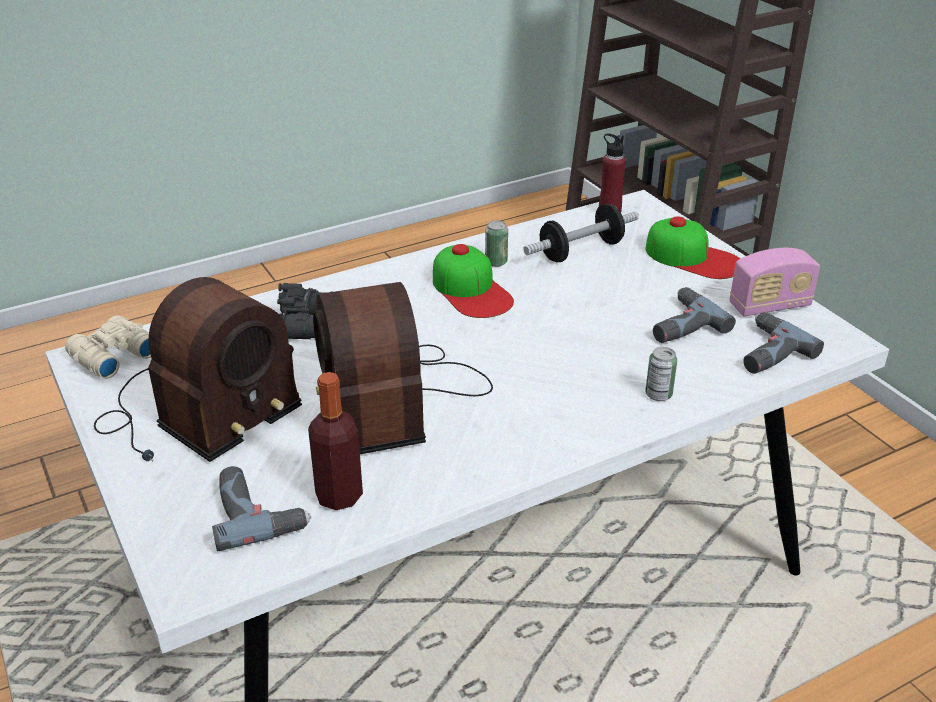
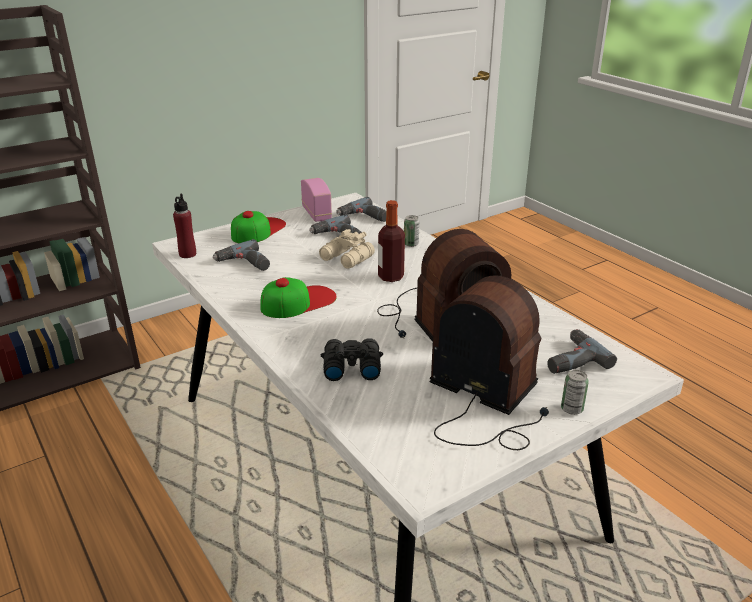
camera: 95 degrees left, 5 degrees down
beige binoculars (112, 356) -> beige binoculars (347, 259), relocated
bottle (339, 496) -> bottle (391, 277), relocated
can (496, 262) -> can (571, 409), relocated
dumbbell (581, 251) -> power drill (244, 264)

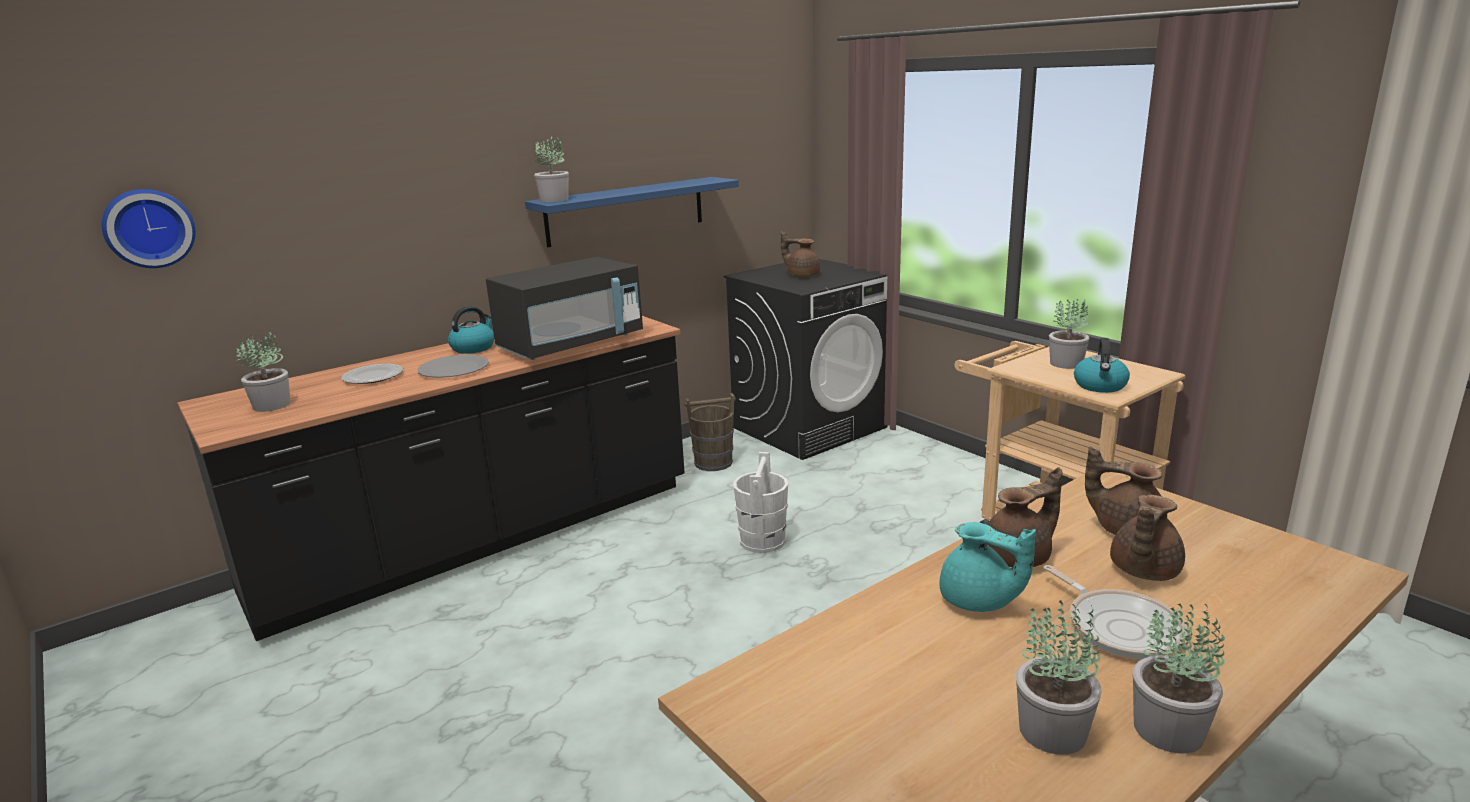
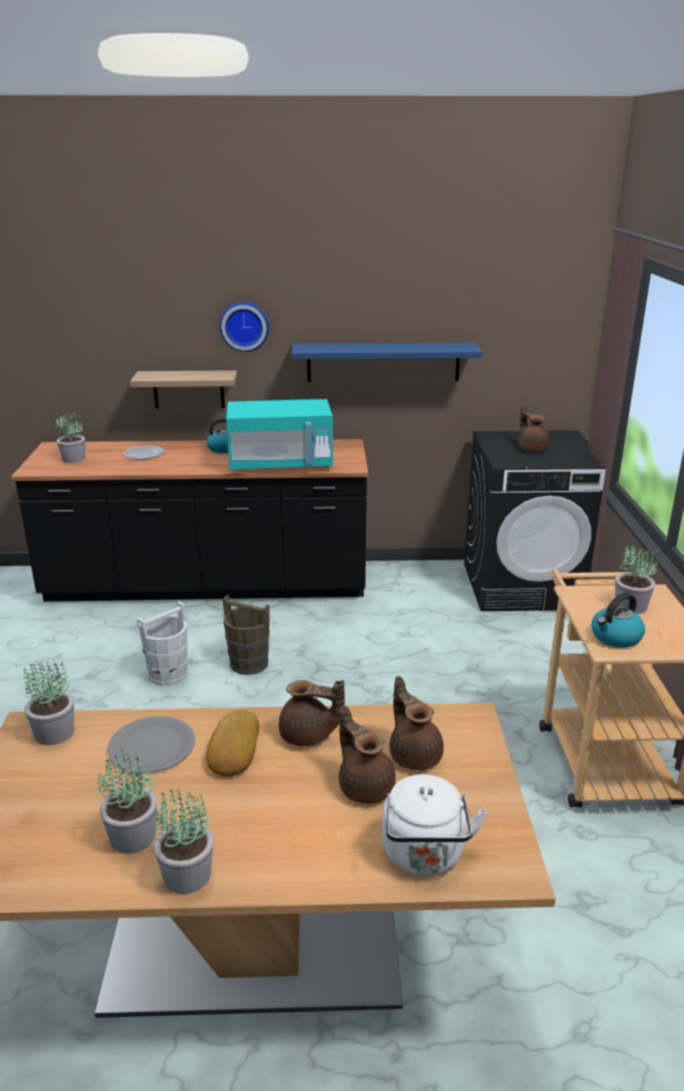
camera: 35 degrees right, 5 degrees up
wall clock (149, 228) -> wall clock (244, 326), relocated
grey plate (453, 369) -> grey plate (152, 746), relocated
black microwave (571, 344) -> turquoise microwave (281, 464)
potted plant (555, 200) -> potted plant (55, 733), relocated
brown bucket (713, 463) -> brown bucket (249, 663), relocated
white bucket (762, 540) -> white bucket (168, 673), relocated
turquoise teapot (978, 602) -> bread (232, 749)
frying pan (1119, 626) -> none
brown teapot (1142, 571) -> brown teapot (365, 786), 75 degrees clockwise
none -> shelf (188, 389)
none -> white kettle (424, 856)

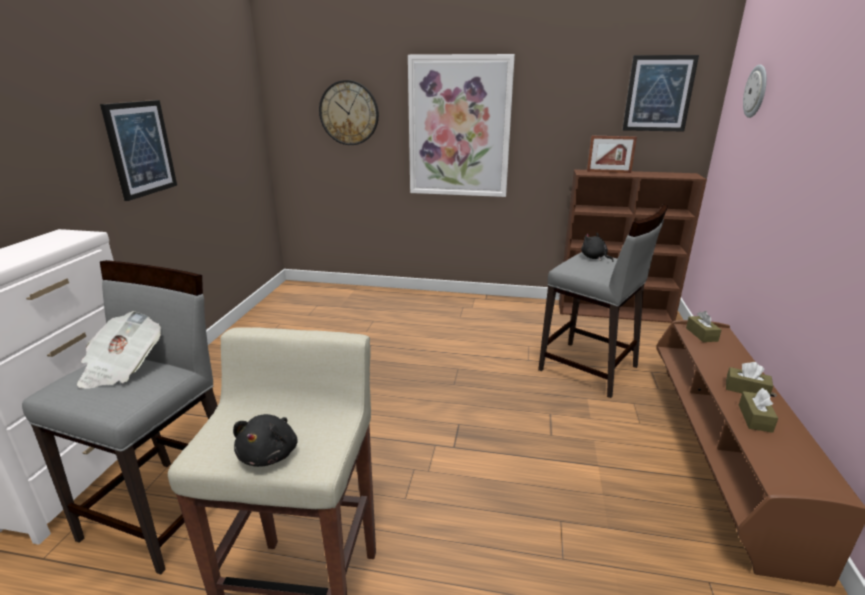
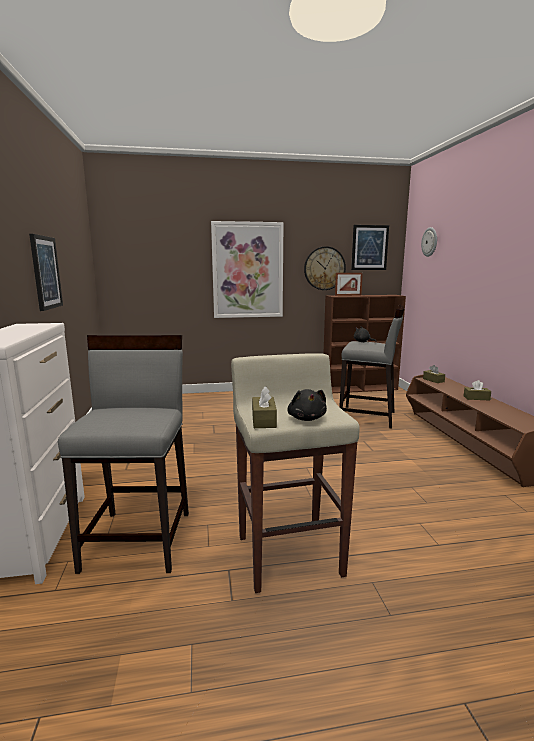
camera: 20 degrees left, 10 degrees down
newspaper (122, 368) -> none
wall clock (349, 113) -> wall clock (324, 268), relocated
brown tissue box (755, 418) -> brown tissue box (264, 420), relocated

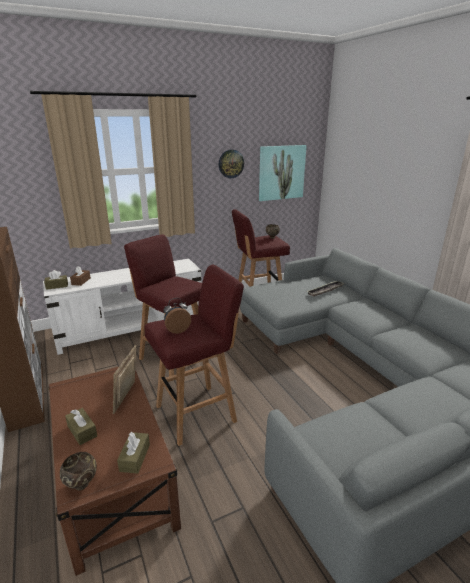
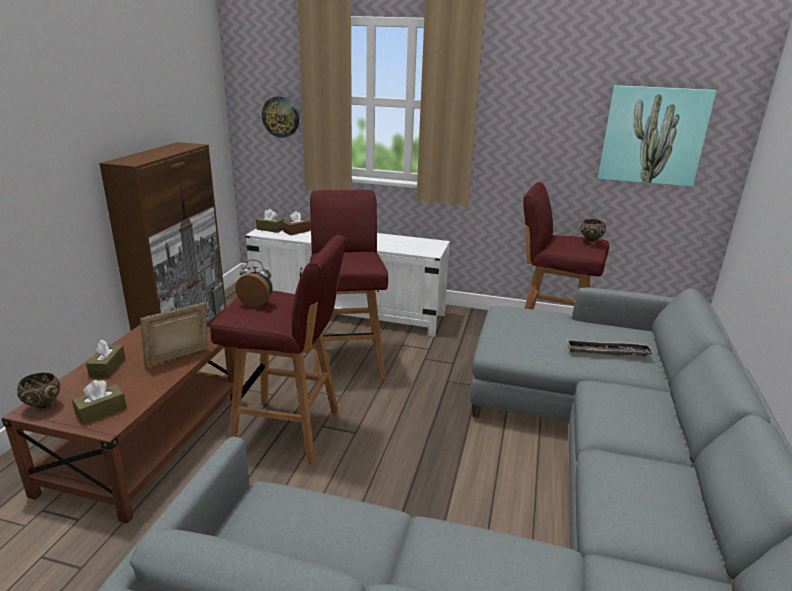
camera: 40 degrees right, 0 degrees up
wall clock (231, 163) -> wall clock (281, 117), relocated

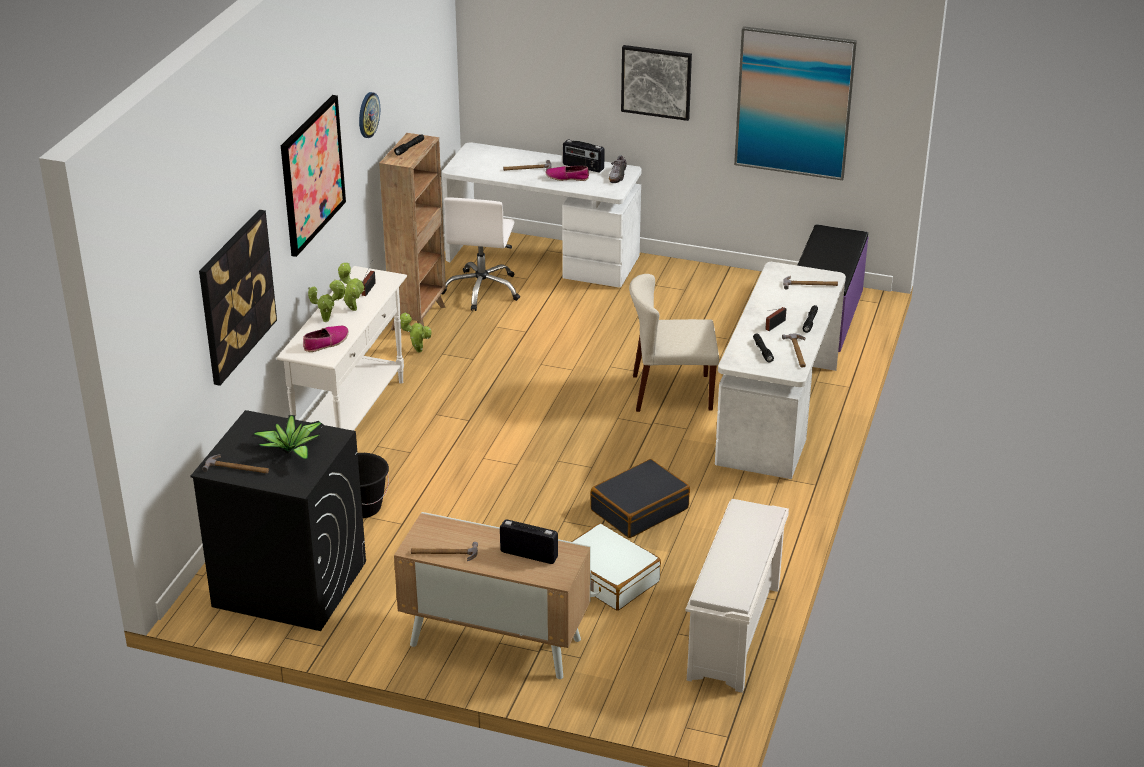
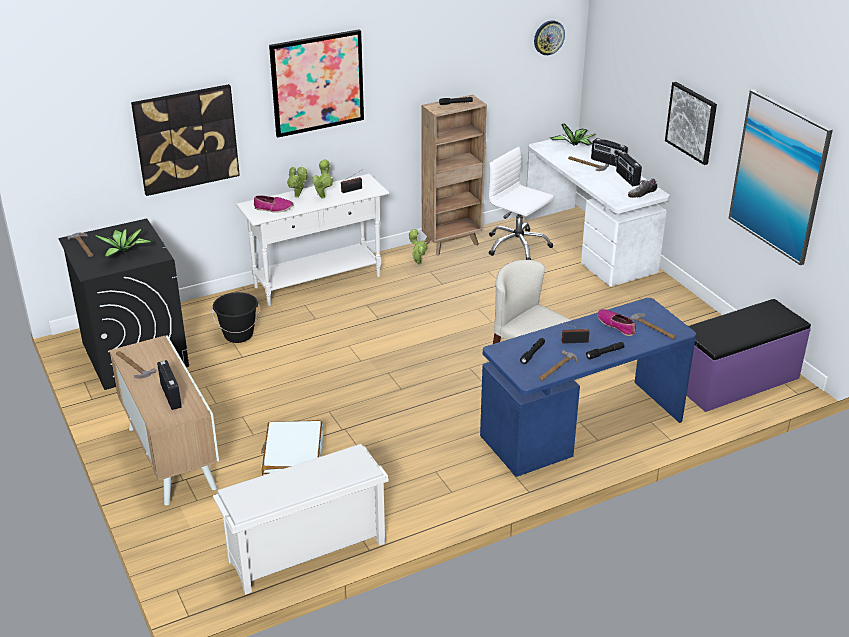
camera: 45 degrees right, 0 degrees up
wall clock (368, 115) -> wall clock (548, 37), relocated
white office chair (482, 290) -> white office chair (517, 246), 75 degrees clockwise
shoe (567, 177) -> shoe (616, 325), relocated
black suitcase (639, 509) -> none
white desk (778, 415) -> blue desk (582, 428)
none -> potted plant (574, 145)
none -> radio (608, 162)

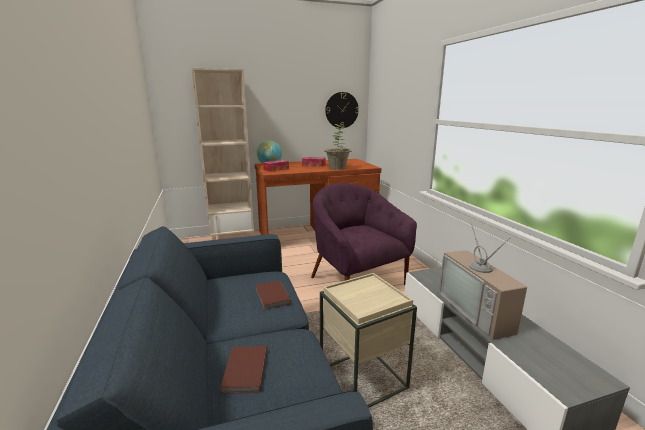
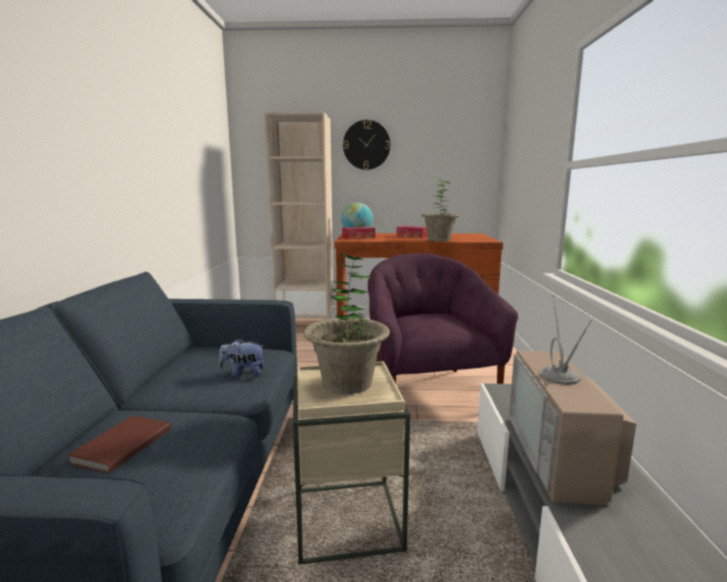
camera: 20 degrees right, 5 degrees down
brown book (271, 296) -> plush toy (243, 373)
wall clock (341, 110) -> wall clock (366, 145), relocated
none -> potted plant (347, 383)

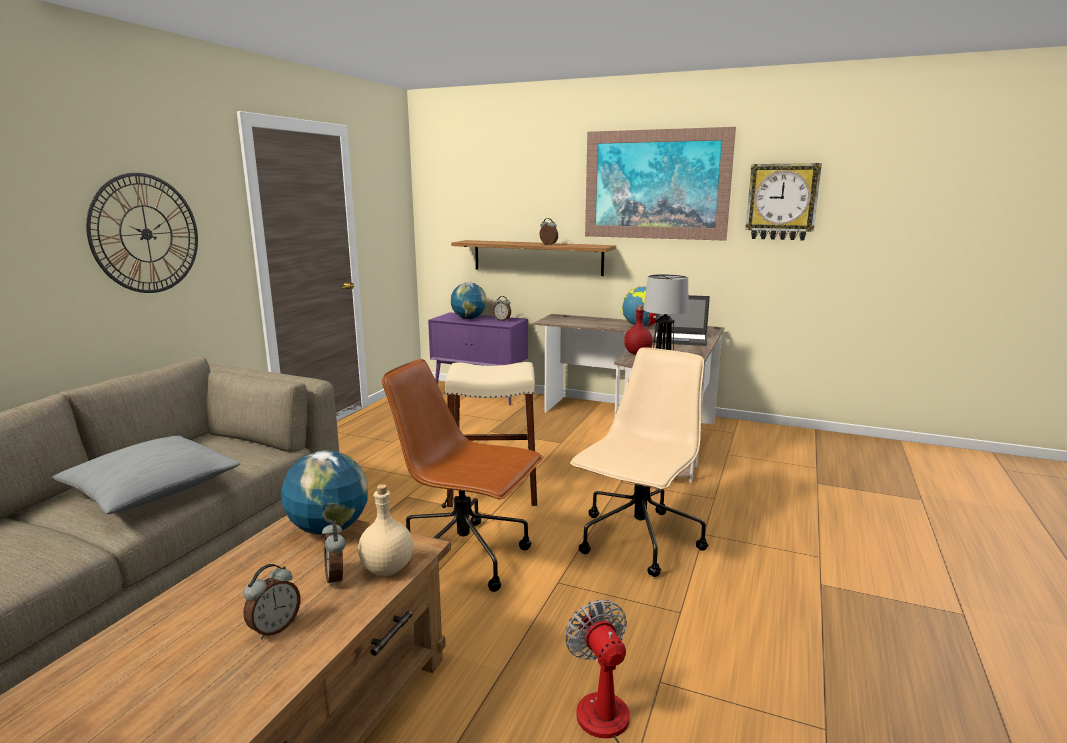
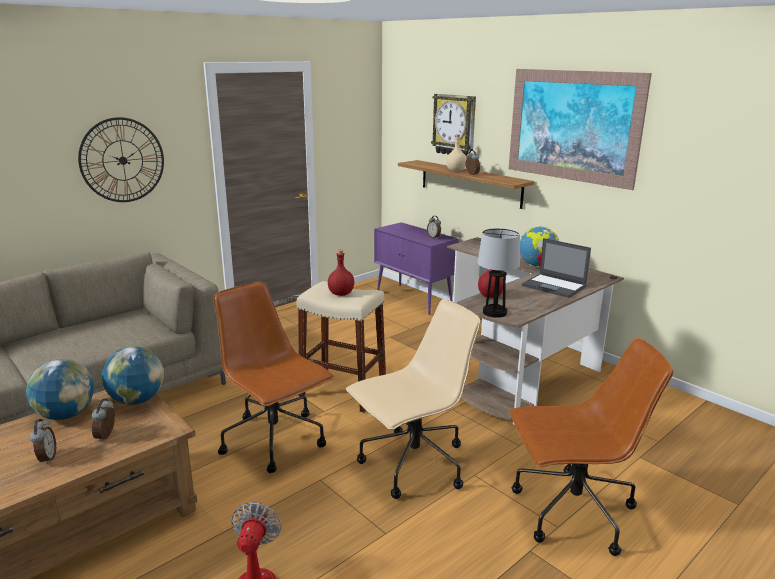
camera: 25 degrees right, 5 degrees up
grey pillow (151, 490) -> none
alarm clock (274, 628) -> alarm clock (47, 458), 75 degrees counterclockwise
beige bottle (388, 569) -> beige bottle (456, 171), relocated
globe (469, 318) -> globe (66, 414), relocated
wall clock (782, 202) -> wall clock (454, 125), relocated
none -> red bottle (341, 294)
none -> brown office chair (571, 512)

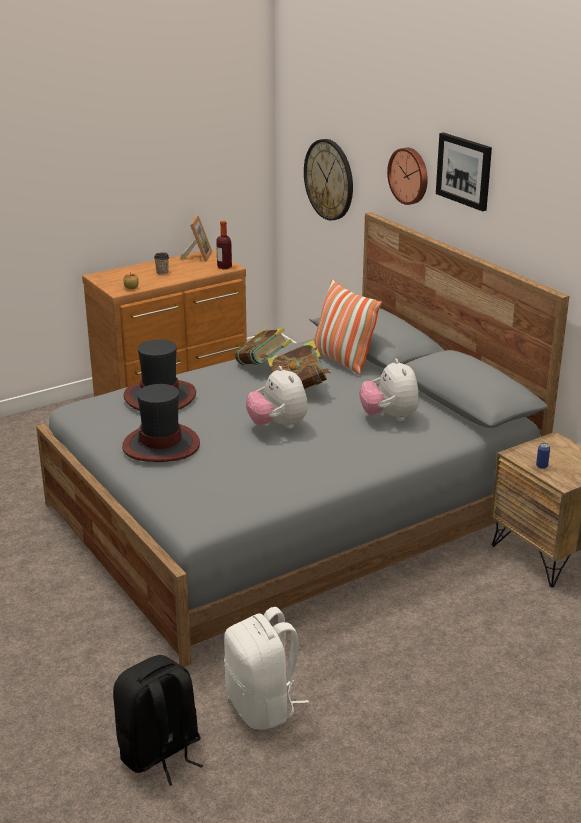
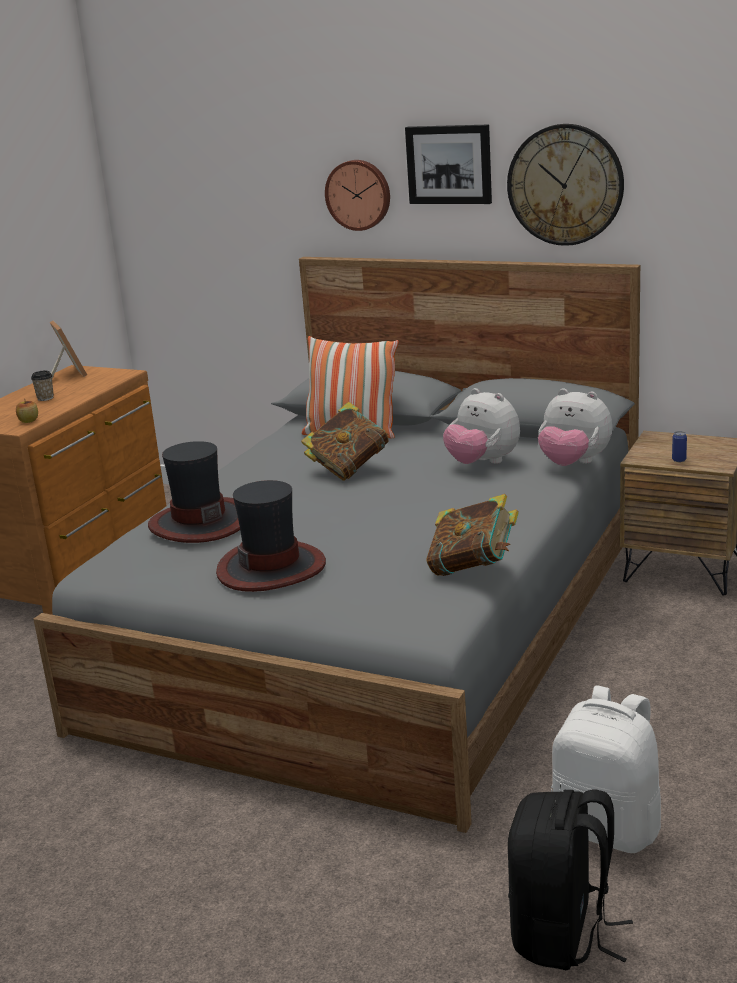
camera: 30 degrees left, 5 degrees down
bottle (224, 267) -> none
book (262, 366) -> book (474, 568), relocated
plush toy (277, 425) -> plush toy (573, 464), relocated
wall clock (329, 179) -> wall clock (565, 185), relocated

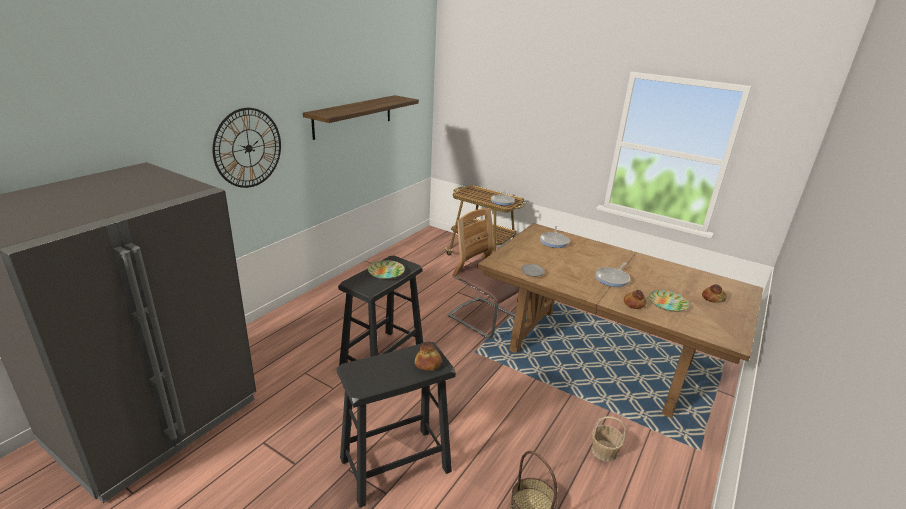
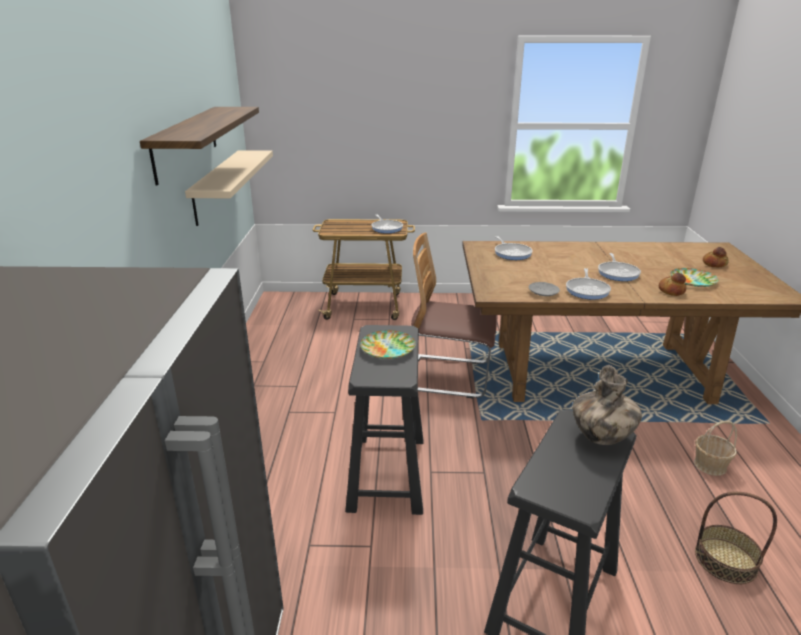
camera: 30 degrees left, 0 degrees up
wall clock (248, 148) -> none
bread (427, 363) -> vase (601, 437)
none -> beige shelf (217, 185)
none -> frying pan (587, 290)

